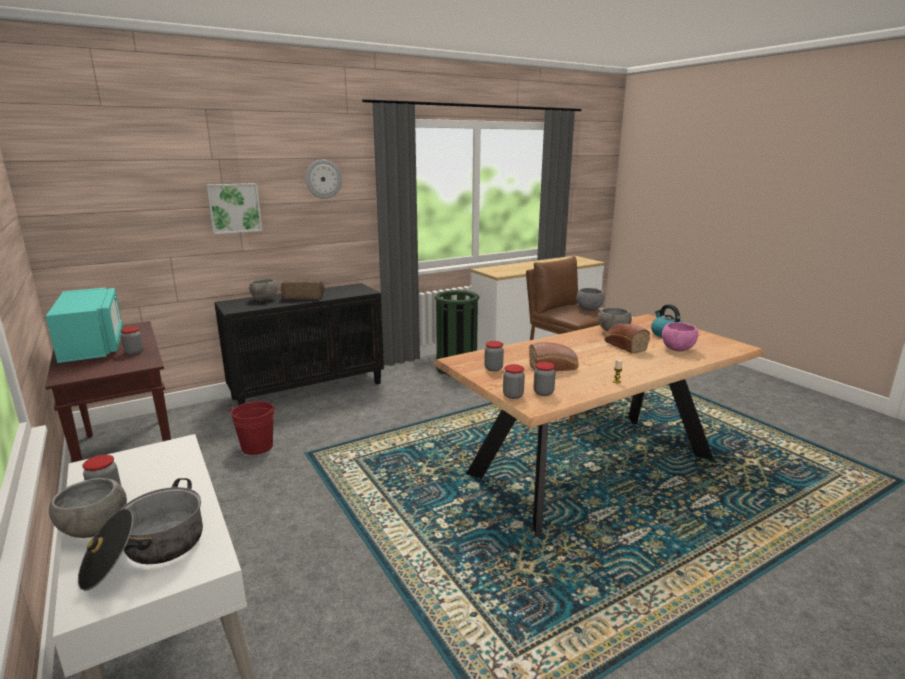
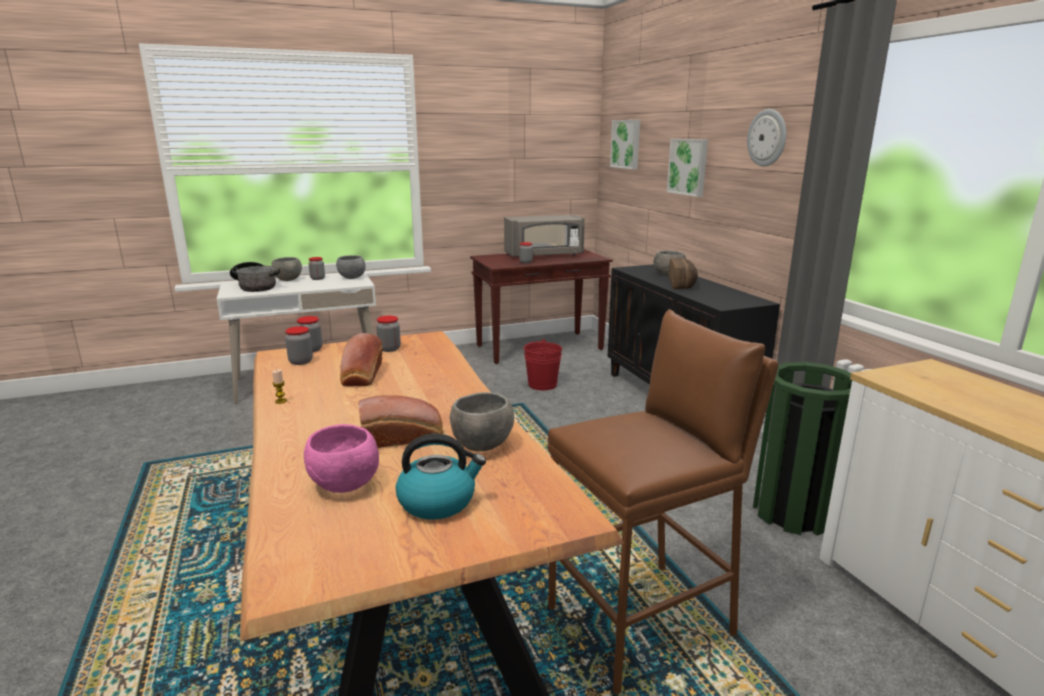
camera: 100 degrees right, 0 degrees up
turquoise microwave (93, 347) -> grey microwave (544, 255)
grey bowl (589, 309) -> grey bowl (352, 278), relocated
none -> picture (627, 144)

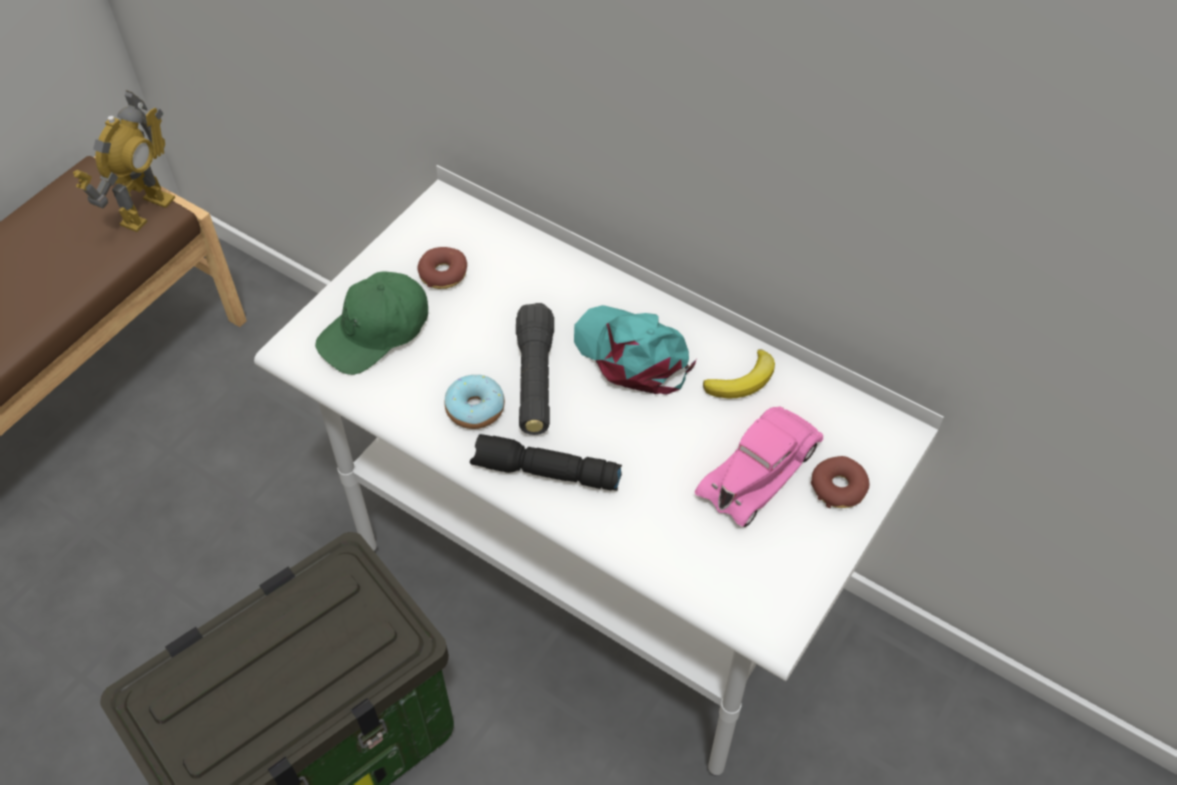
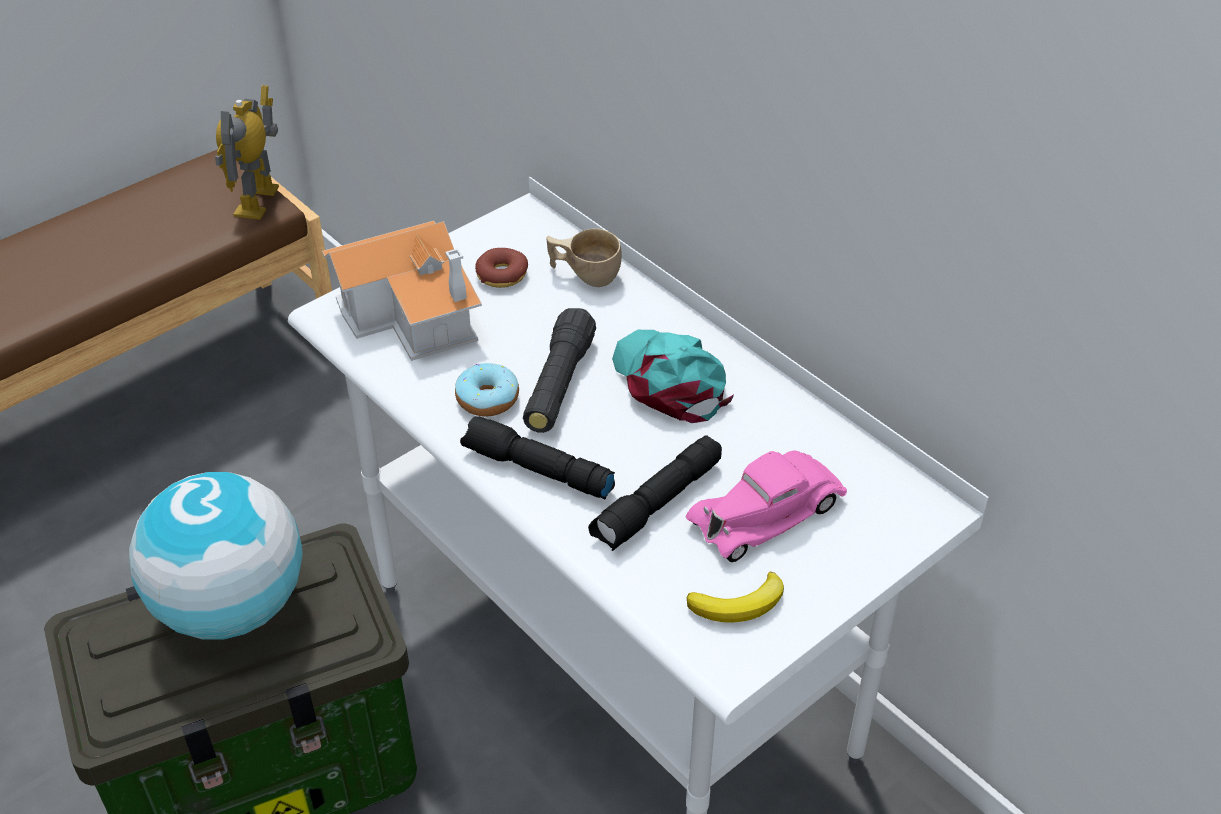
camera: 15 degrees right, 10 degrees down
toy robot (146, 210) -> toy robot (258, 201), 150 degrees clockwise
green cap (375, 332) -> toy house (414, 313)
banana (743, 380) -> banana (739, 604), relocated
donut (838, 487) -> none
none -> globe (232, 607)
none -> beige cup (584, 274)
none -> black flashlight (658, 504)

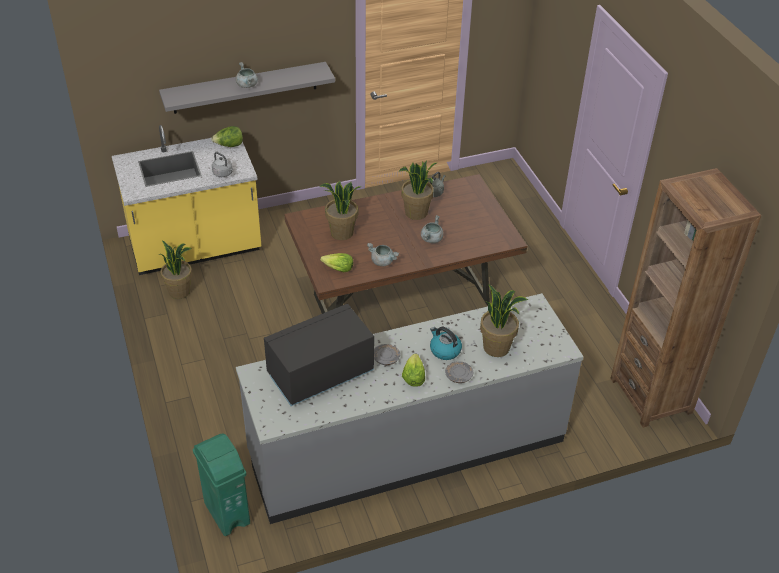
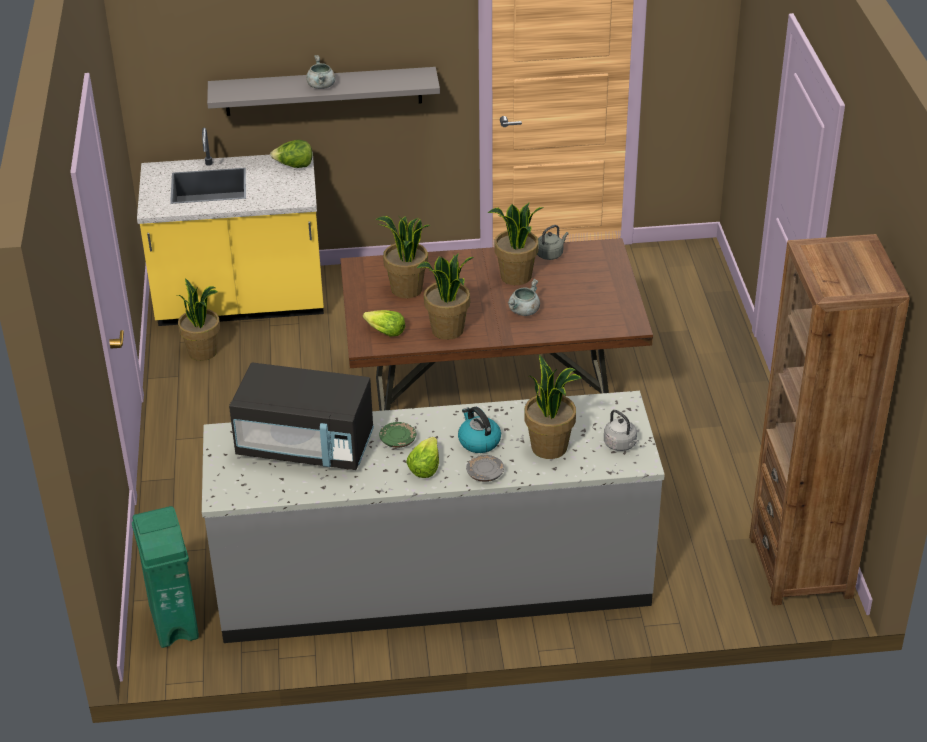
camera: 15 degrees right, 5 degrees down
grey kettle (223, 174) -> grey kettle (621, 445), relocated
black microwave (320, 373) -> black microwave (306, 446), 150 degrees counterclockwise
grey cooking pot (383, 261) -> potted plant (447, 330)
grey plate (386, 358) -> green plate (398, 440)

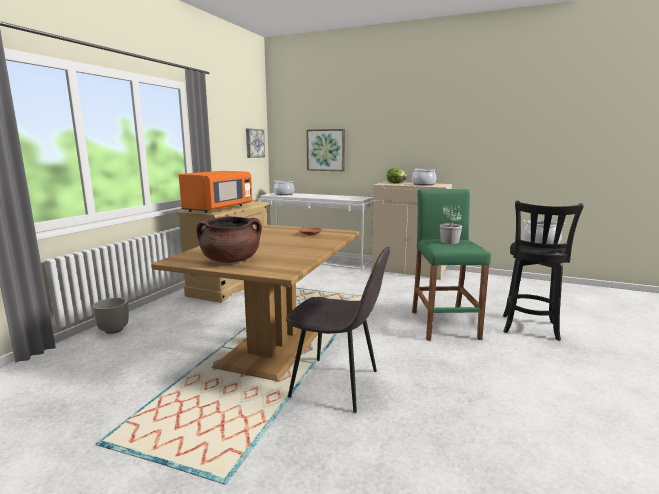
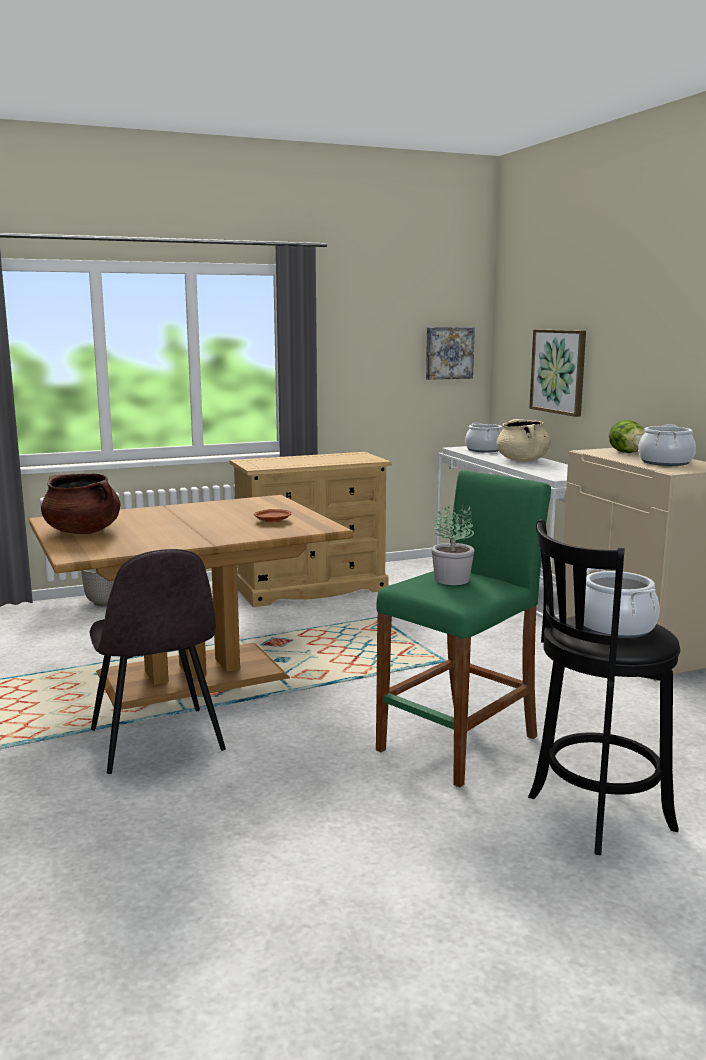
camera: 45 degrees right, 0 degrees up
orange microwave (218, 209) -> none
none -> beige cooking pot (522, 461)

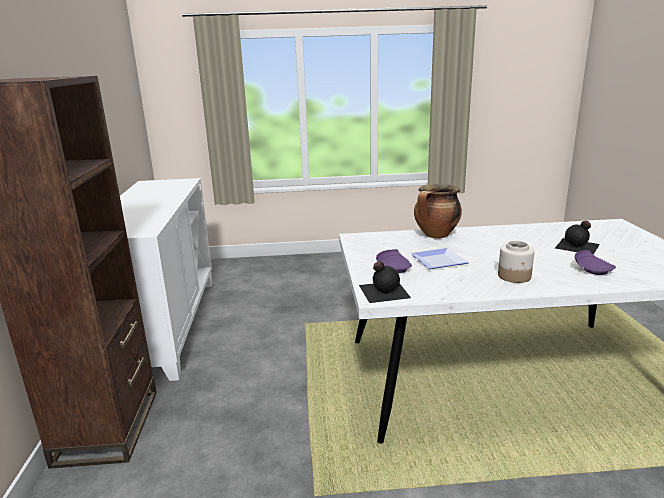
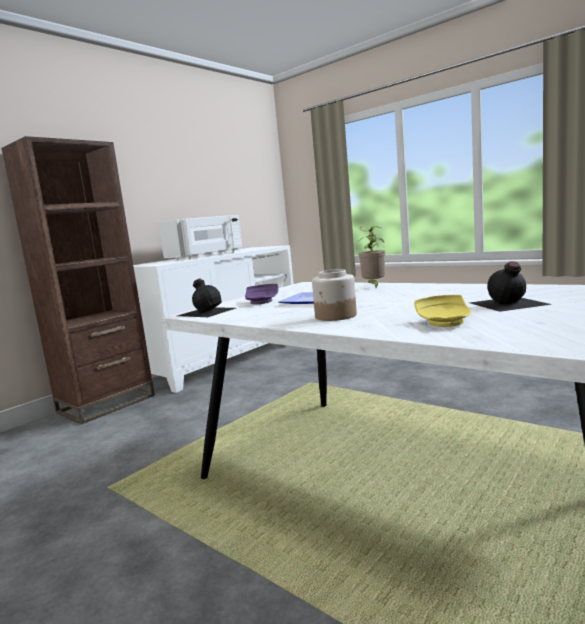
camera: 45 degrees right, 10 degrees down
cooking pot (436, 235) -> potted plant (373, 286)
purple plate (592, 270) -> yellow plate (445, 322)
none -> white microwave (206, 256)

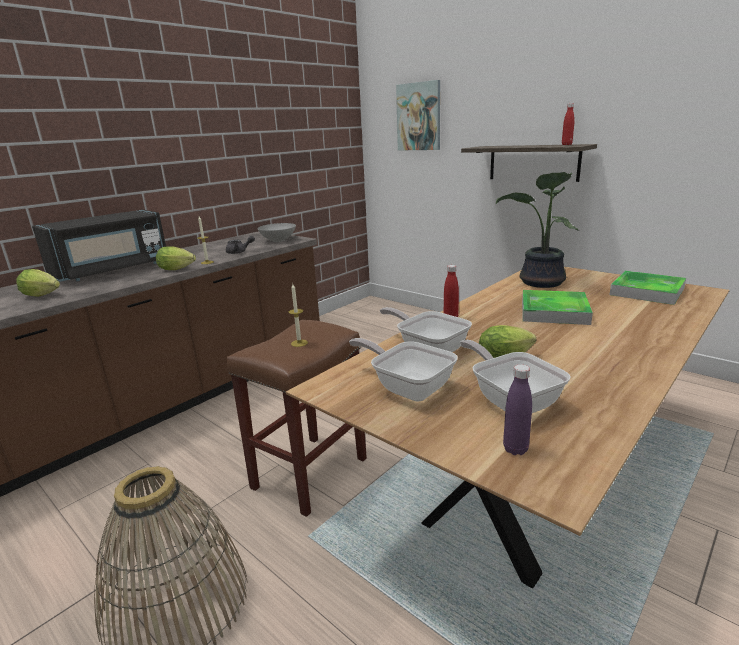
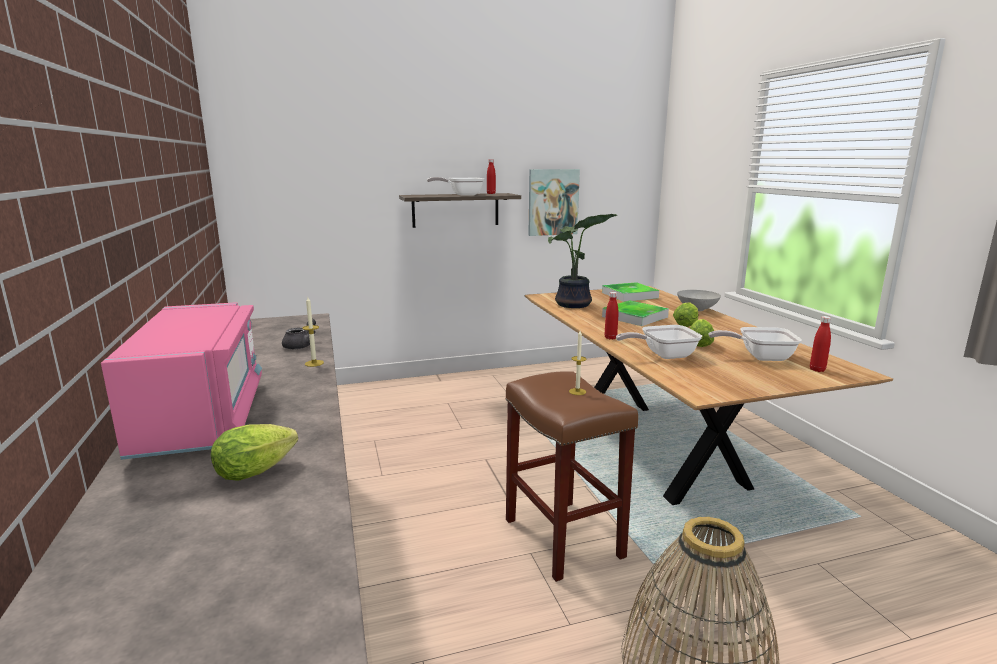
camera: 60 degrees left, 5 degrees down
black microwave (112, 270) -> pink microwave (202, 416)
lettuce (178, 269) -> lettuce (686, 324), relocated
grey bowl (277, 240) -> grey bowl (696, 309), relocated
frying pan (407, 387) -> frying pan (462, 195), relocated
picture (419, 117) -> picture (553, 202), relocated
purple bottle (515, 449) -> red bottle (817, 370)

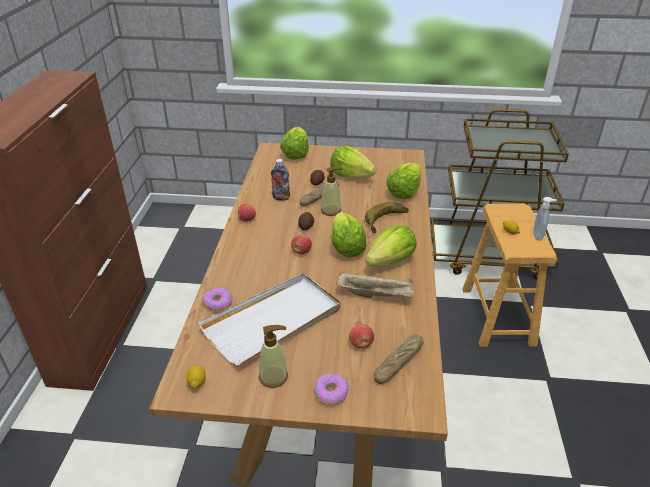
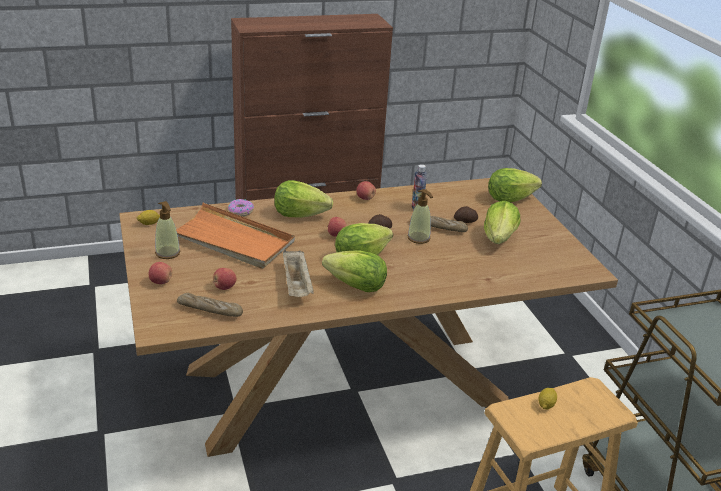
camera: 65 degrees right, 5 degrees down
white tray (273, 321) -> orange tray (231, 240)
donut (331, 392) -> apple (161, 282)
banana (389, 221) -> none
lettuce (404, 192) -> lettuce (299, 214), relocated
soap dispenser (538, 236) -> none

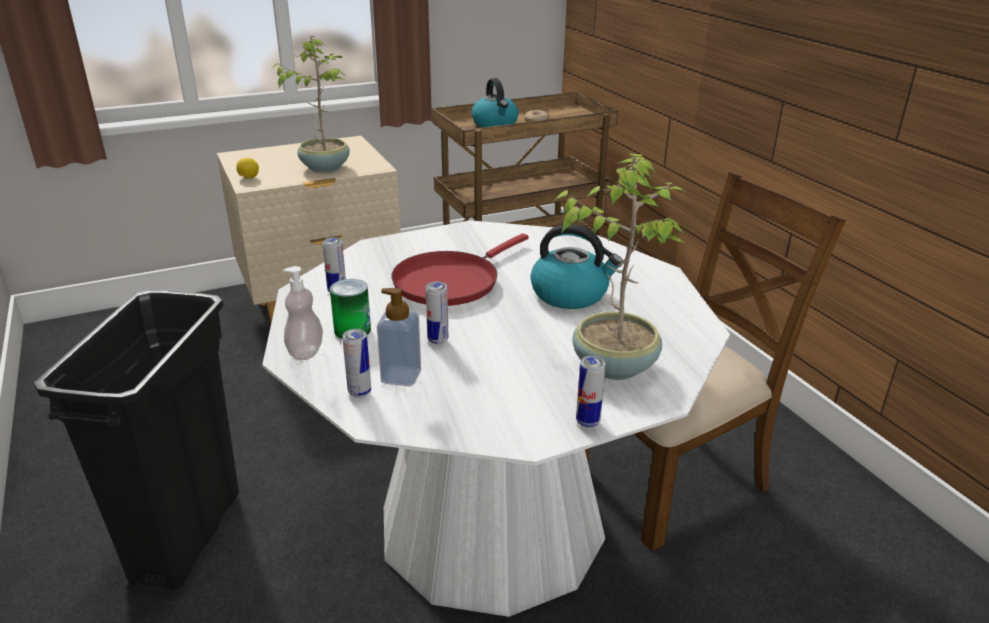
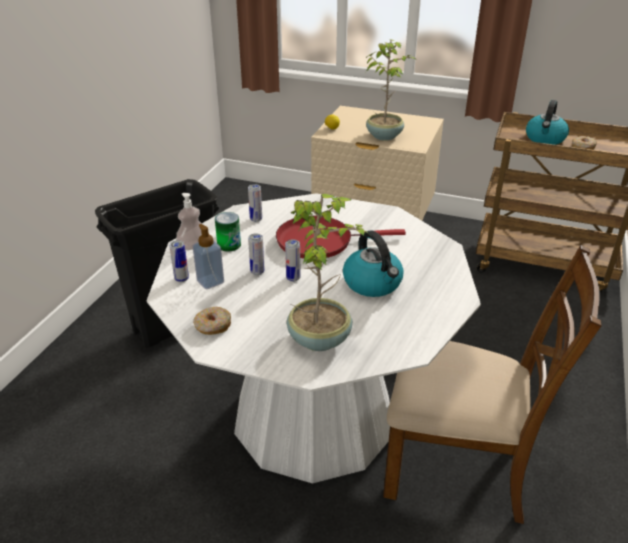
camera: 45 degrees right, 5 degrees up
can (587, 422) -> can (293, 278), relocated
none -> donut (213, 326)

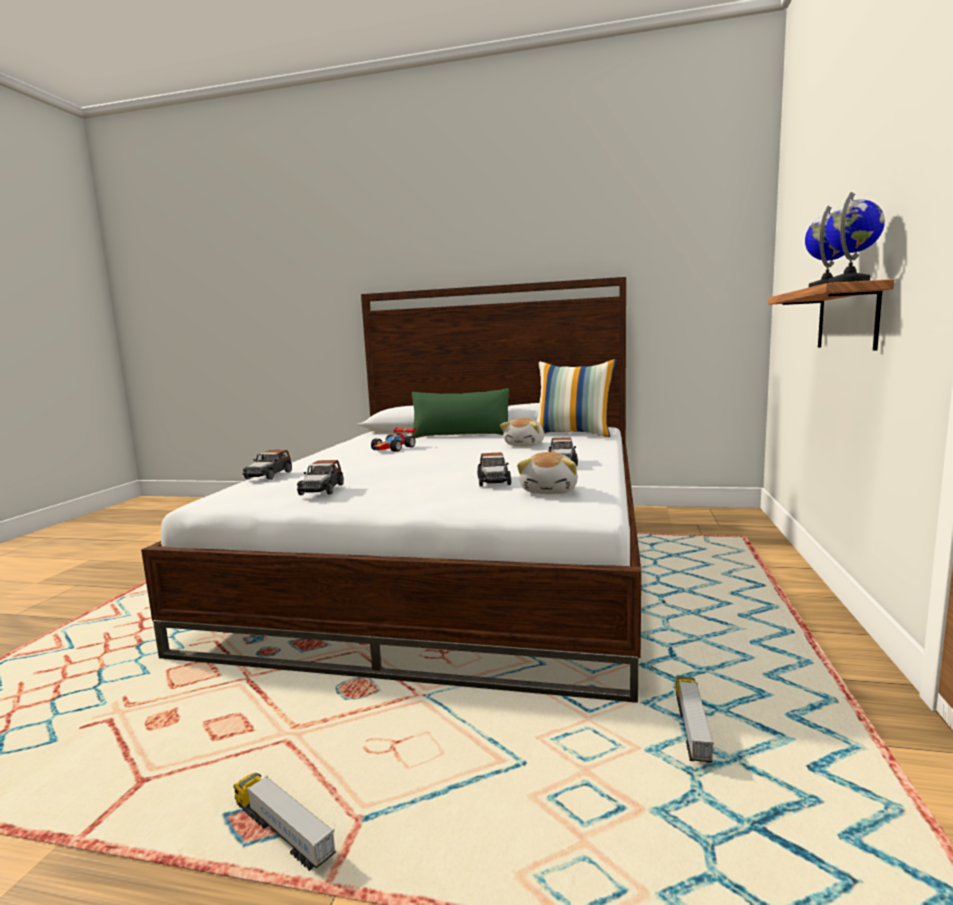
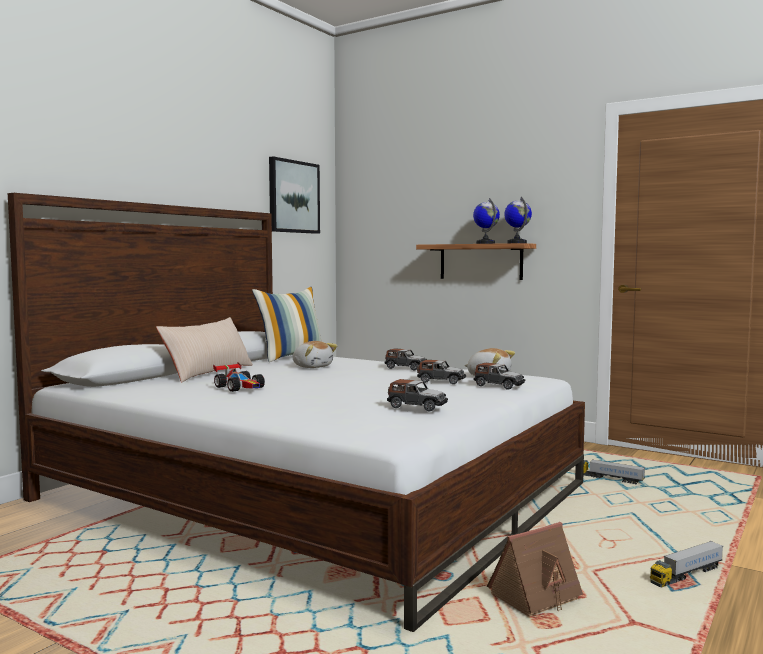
camera: 70 degrees left, 5 degrees down
toy car (269, 475) -> toy car (498, 386), relocated
green pillow (461, 435) -> beige pillow (208, 372)
none -> picture (293, 197)
none -> toy house (537, 597)

